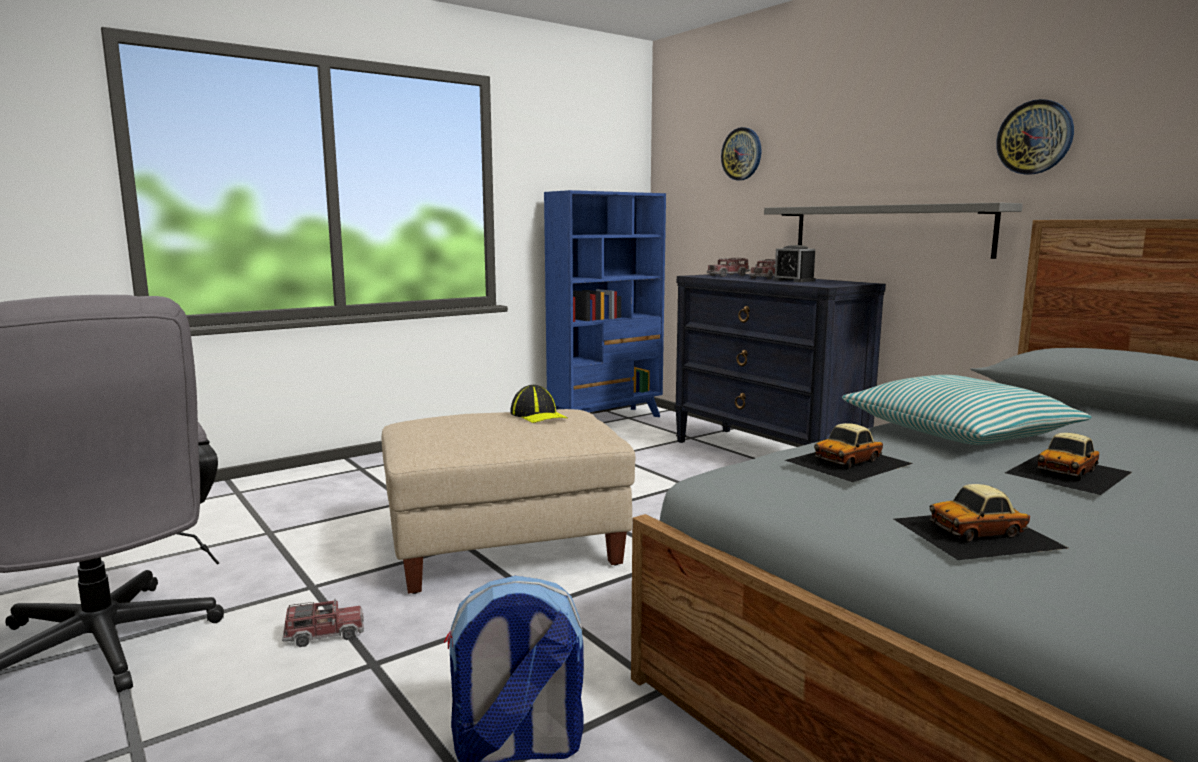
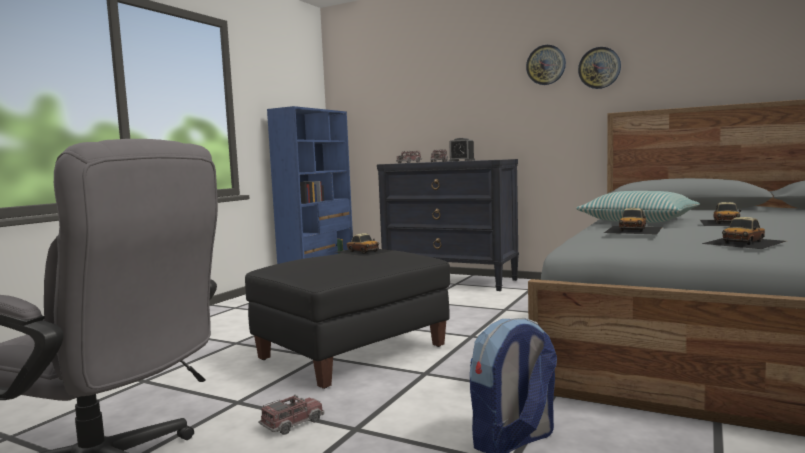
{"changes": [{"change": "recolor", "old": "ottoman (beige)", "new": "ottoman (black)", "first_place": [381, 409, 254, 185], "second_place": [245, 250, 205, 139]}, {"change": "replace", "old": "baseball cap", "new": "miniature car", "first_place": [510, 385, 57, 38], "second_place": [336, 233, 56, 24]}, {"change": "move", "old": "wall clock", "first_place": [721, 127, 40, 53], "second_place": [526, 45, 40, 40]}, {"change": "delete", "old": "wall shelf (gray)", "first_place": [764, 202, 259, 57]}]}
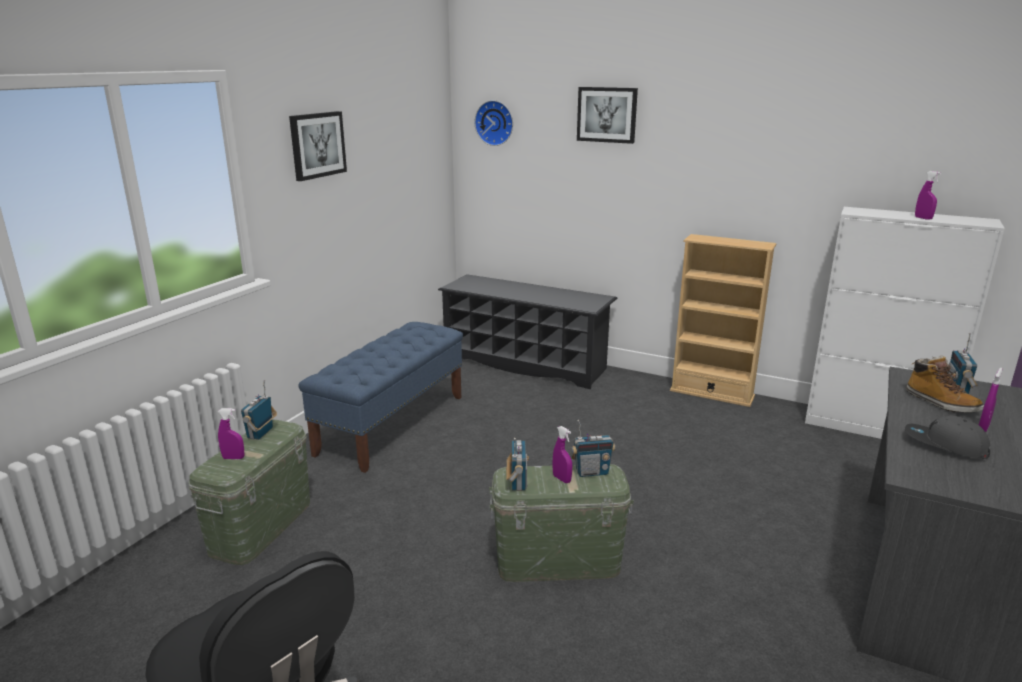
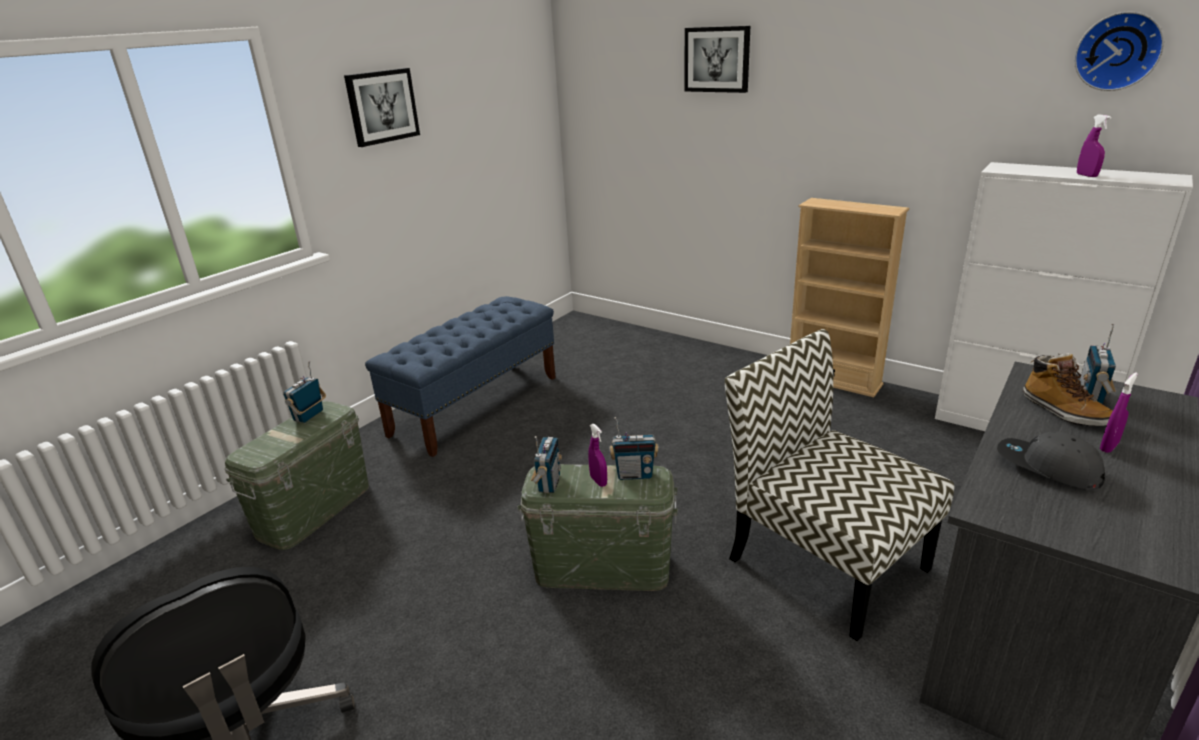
{"changes": [{"change": "delete", "old": "spray bottle (purple-coloured)", "first_place": [218, 408, 26, 51]}, {"change": "delete", "old": "shoe rack (black)", "first_place": [438, 274, 179, 115]}, {"change": "move", "old": "wall clock", "first_place": [474, 100, 39, 46], "second_place": [1074, 11, 90, 80]}, {"change": "insert", "new": "chair", "second_place": [725, 329, 229, 312]}]}
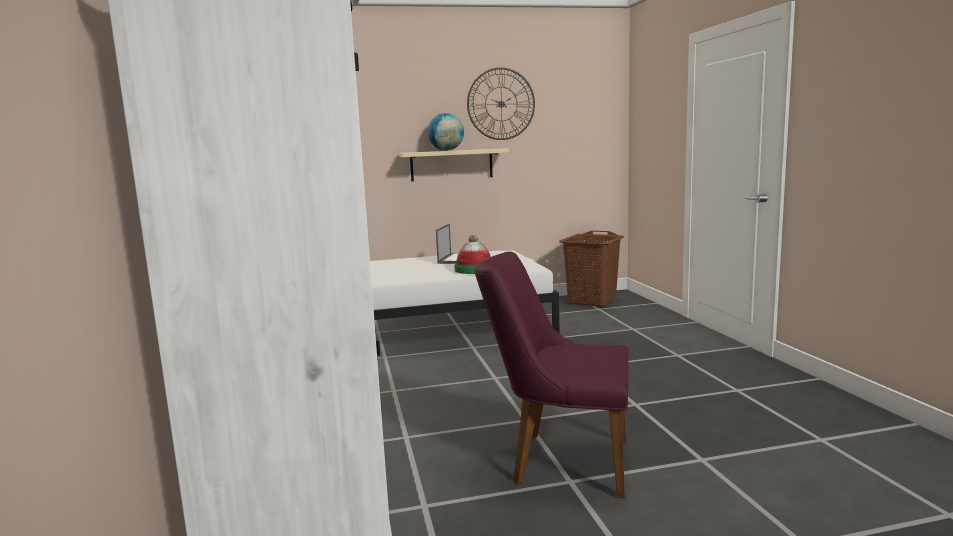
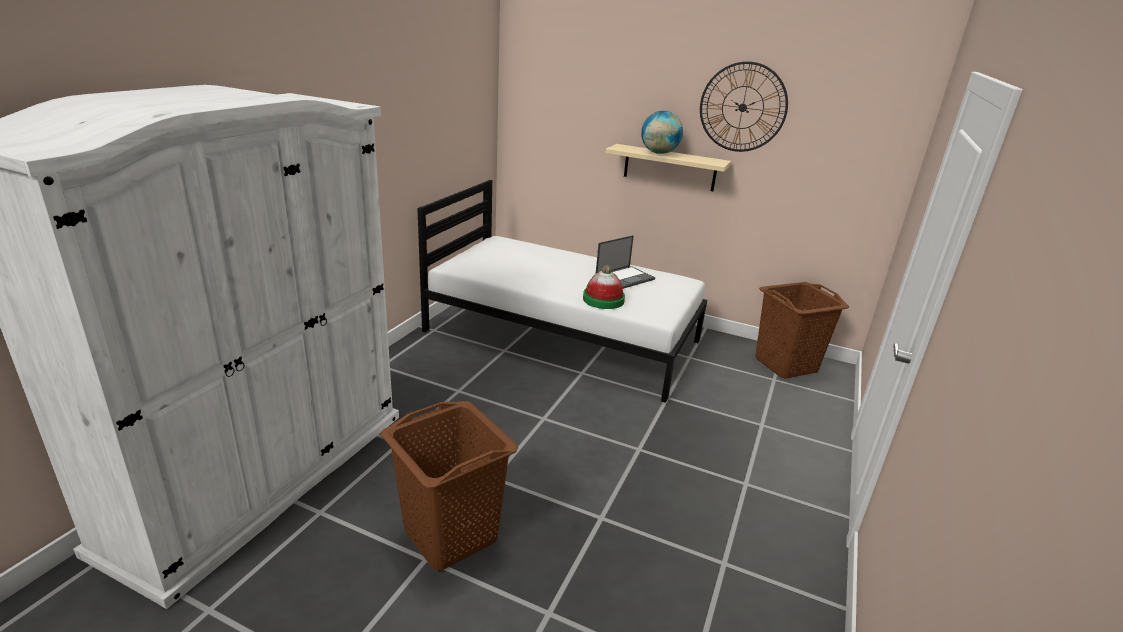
{"changes": [{"change": "replace", "old": "chair (purple-coloured)", "new": "washing basket (brown)", "first_place": [474, 251, 155, 247], "second_place": [381, 401, 137, 170]}]}
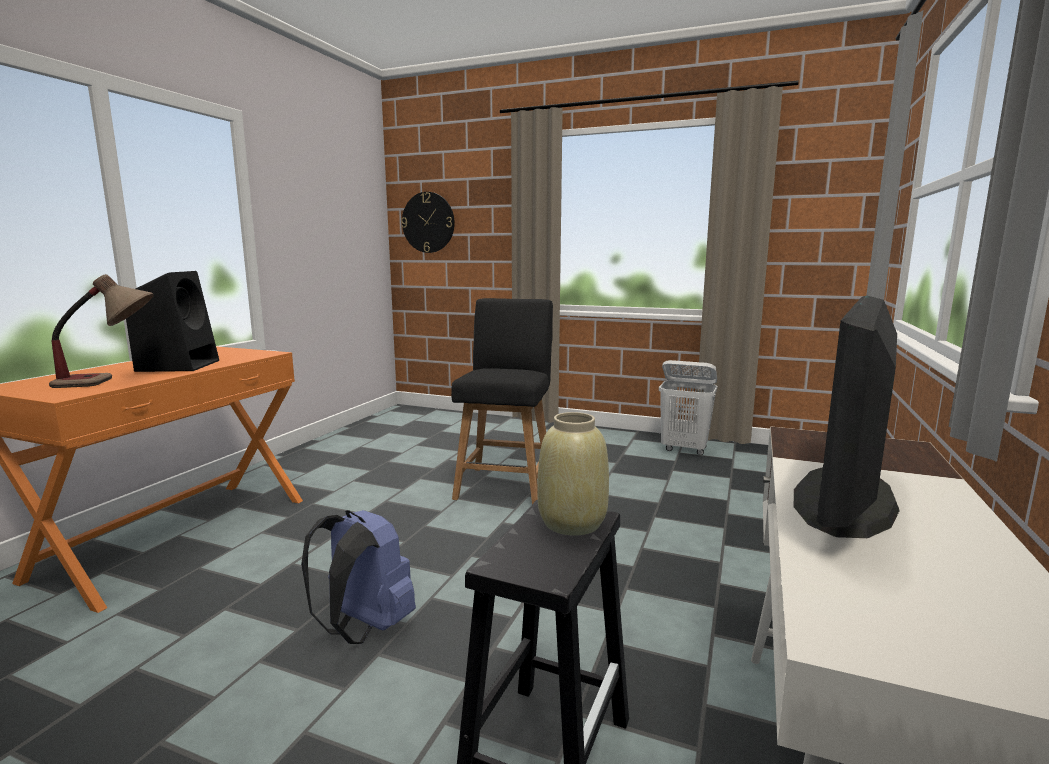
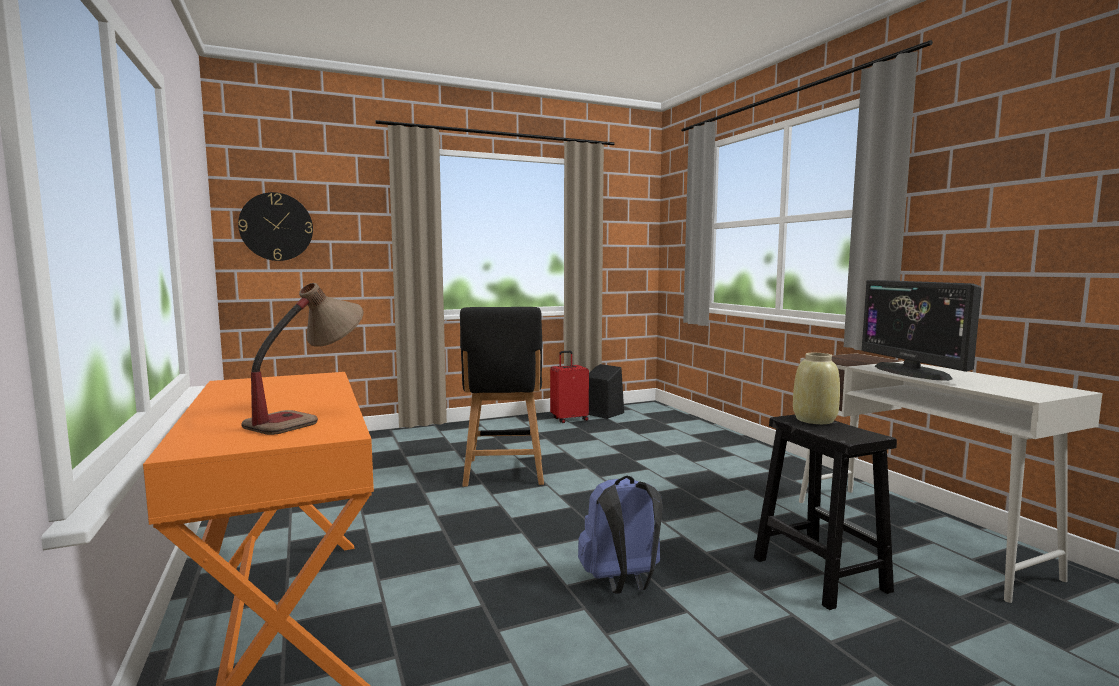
{"changes": [{"change": "move", "old": "speaker (black)", "first_place": [126, 271, 93, 101], "second_place": [588, 364, 36, 55]}, {"change": "rotate", "old": "chair (black)", "first_place": [451, 298, 102, 206], "second_place": [460, 307, 84, 180], "degrees": -150}, {"change": "replace", "old": "washing basket (whitish)", "new": "suitcase (red-coloured)", "first_place": [659, 360, 59, 95], "second_place": [550, 351, 39, 72]}]}
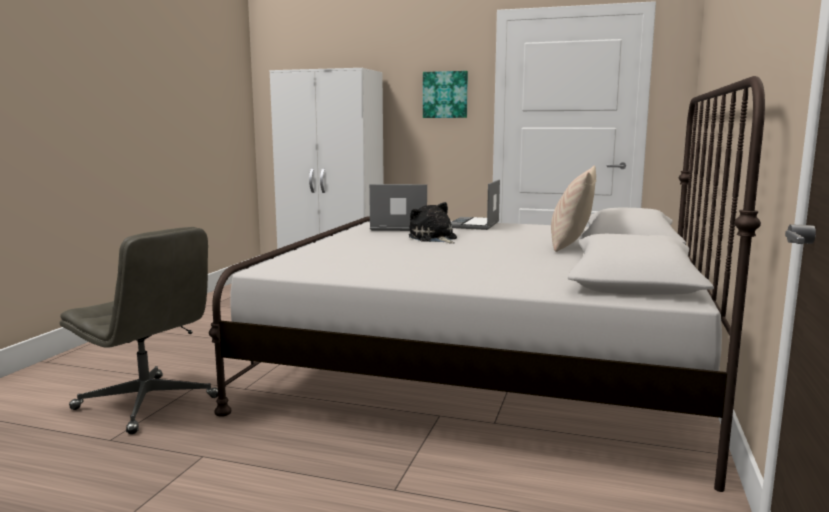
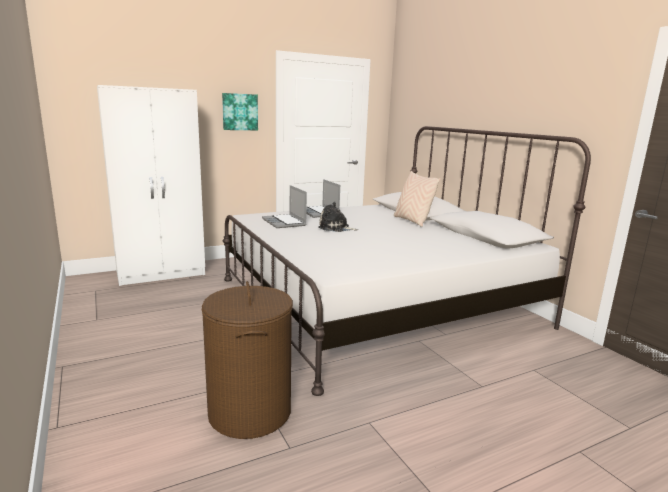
{"changes": [{"change": "replace", "old": "desk chair (gray)", "new": "washing basket (brown)", "first_place": [60, 227, 158, 207], "second_place": [202, 281, 91, 158]}, {"change": "rotate", "old": "portable computer", "first_place": [369, 184, 58, 47], "second_place": [262, 185, 45, 43], "degrees": -75}]}
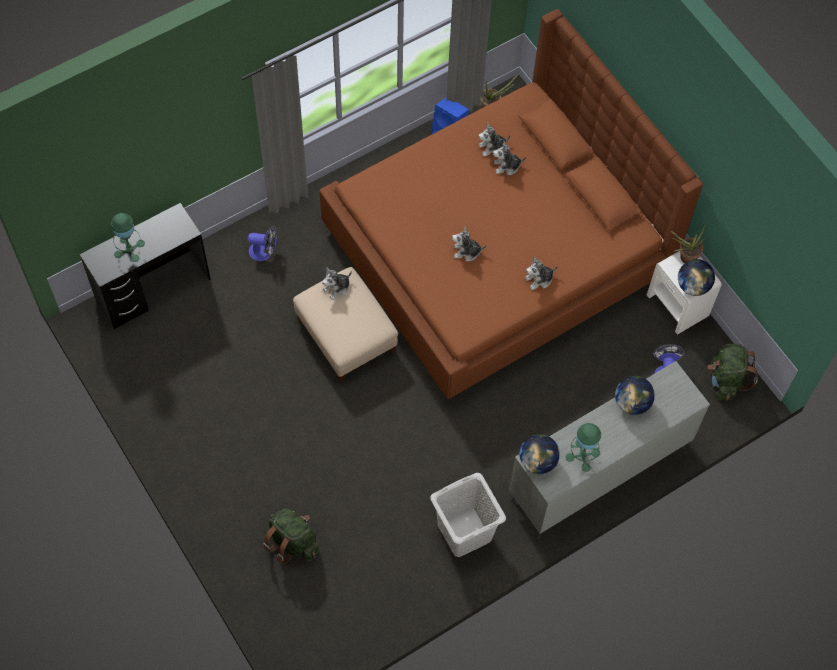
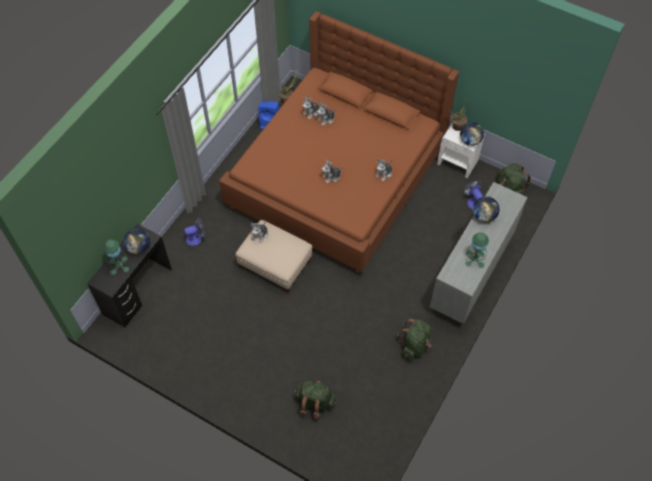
{"changes": [{"change": "replace", "old": "washing basket (gray)", "new": "backpack (green)", "first_place": [430, 473, 76, 84], "second_place": [396, 318, 36, 43]}, {"change": "move", "old": "world globe", "first_place": [520, 434, 40, 40], "second_place": [123, 228, 27, 27]}]}
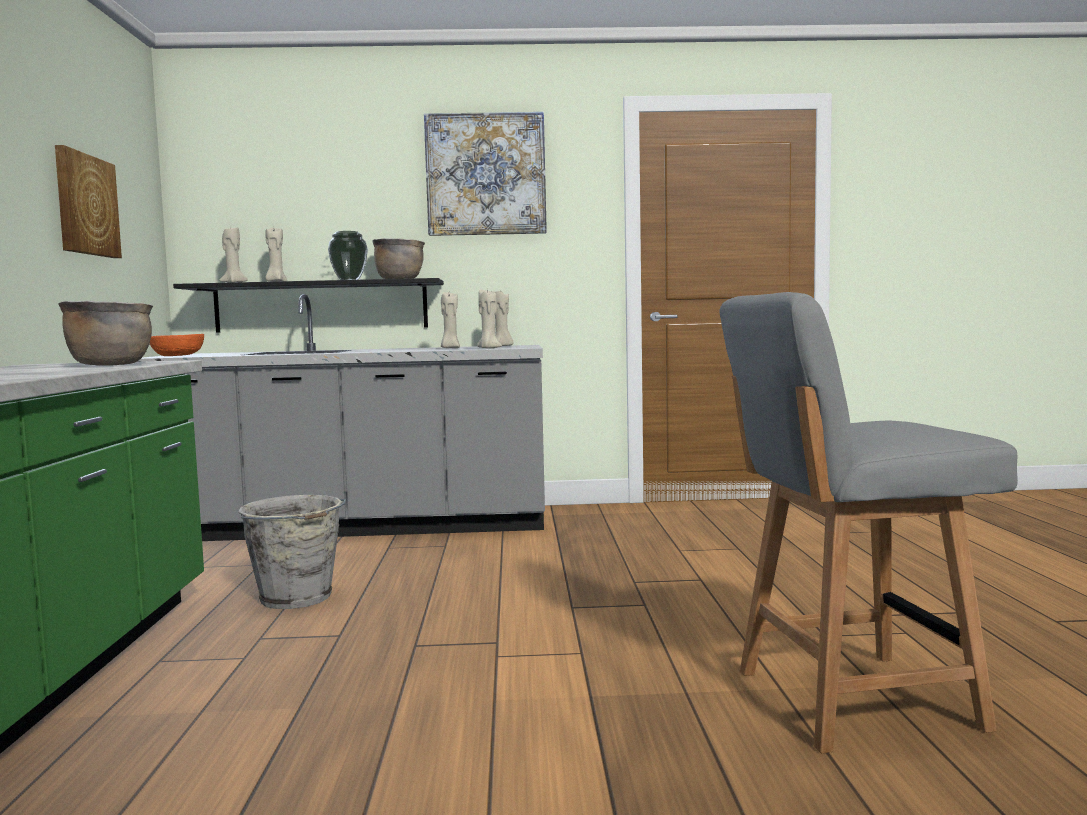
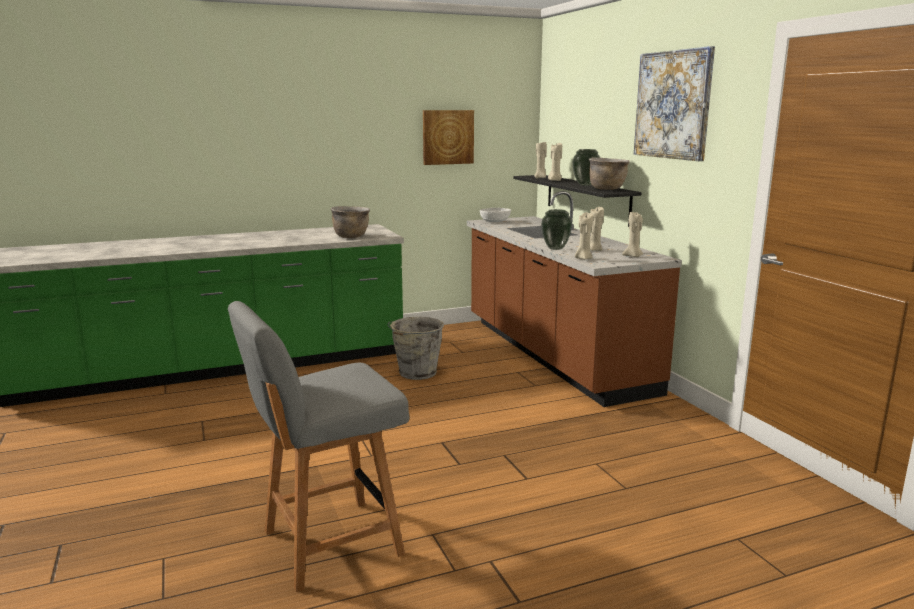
{"changes": [{"change": "recolor", "old": "kitchen counter (gray)", "new": "kitchen counter (brown)", "first_place": [137, 294, 408, 247], "second_place": [467, 191, 215, 216]}, {"change": "recolor", "old": "bowl (orange-coloured)", "new": "bowl (whitish)", "first_place": [150, 334, 54, 22], "second_place": [480, 208, 31, 14]}, {"change": "rotate", "old": "chair (gray)", "first_place": [719, 292, 299, 461], "second_place": [228, 301, 181, 291], "degrees": -90}, {"change": "insert", "new": "flower vase", "second_place": [541, 209, 31, 41]}]}
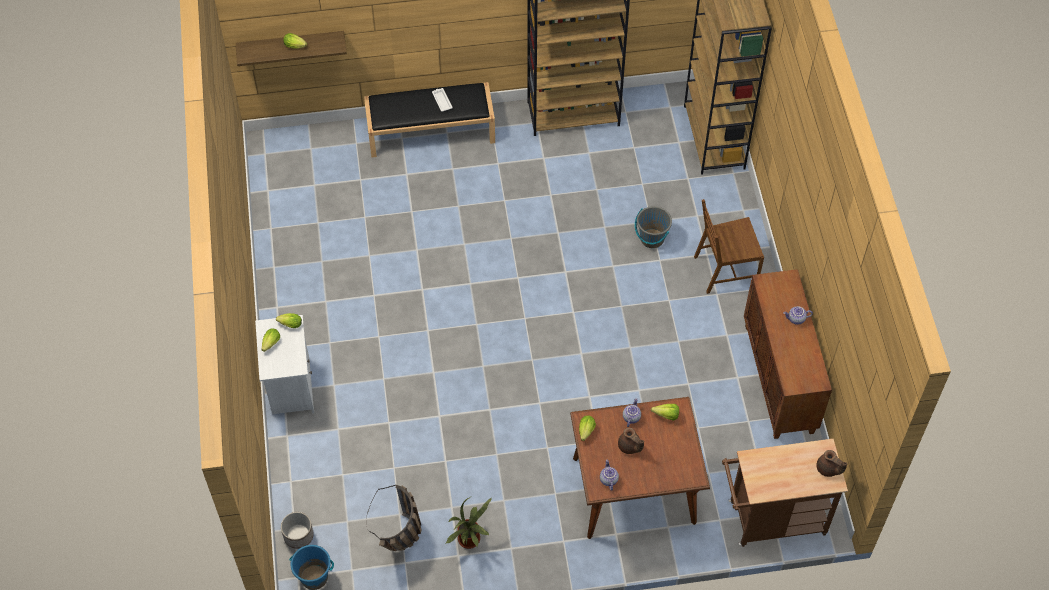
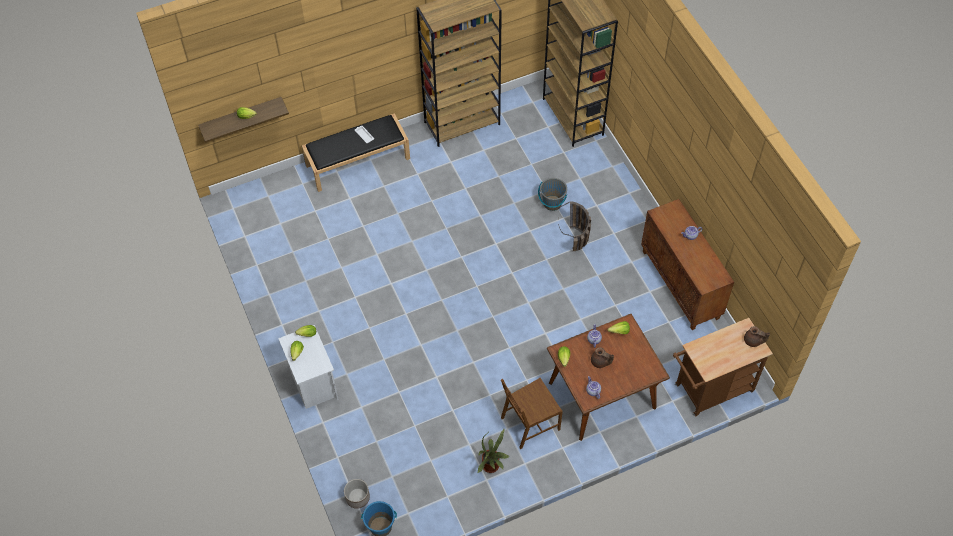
{"changes": [{"change": "move", "old": "storage basket", "first_place": [366, 485, 56, 66], "second_place": [558, 202, 33, 49]}, {"change": "move", "old": "chair (brown)", "first_place": [694, 199, 70, 95], "second_place": [501, 378, 62, 71]}]}
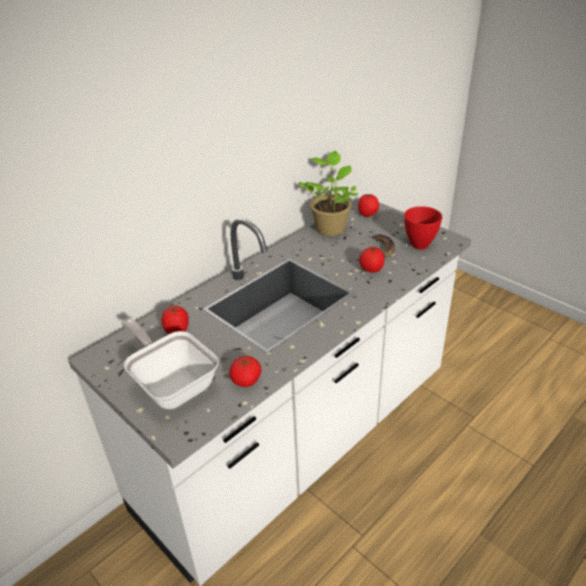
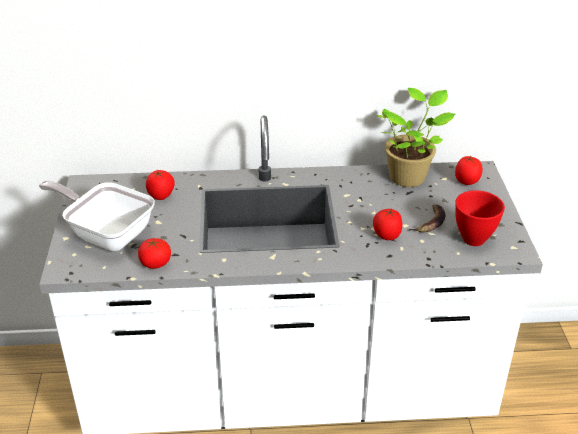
{"changes": [{"change": "rotate", "old": "skillet", "first_place": [121, 318, 98, 92], "second_place": [39, 181, 116, 70], "degrees": -60}]}
